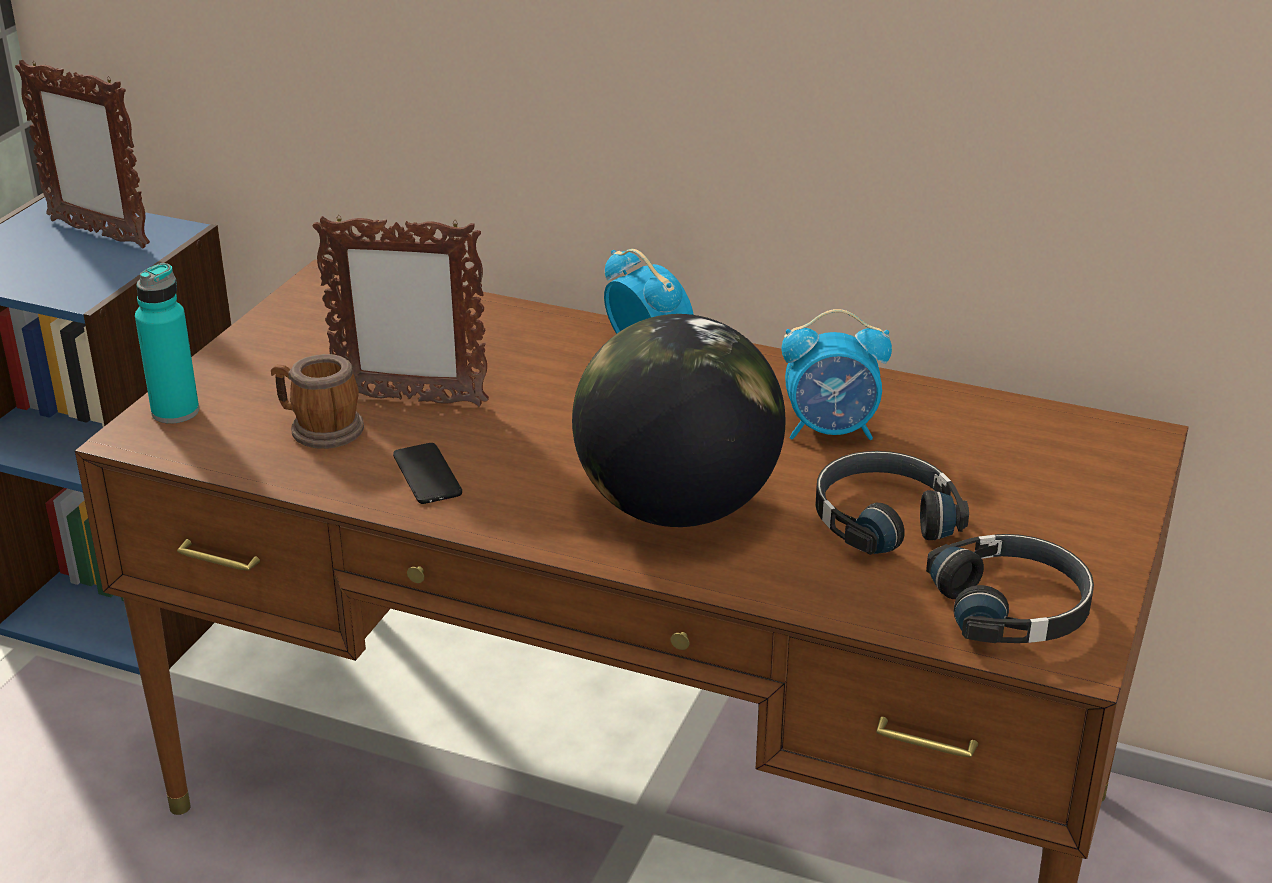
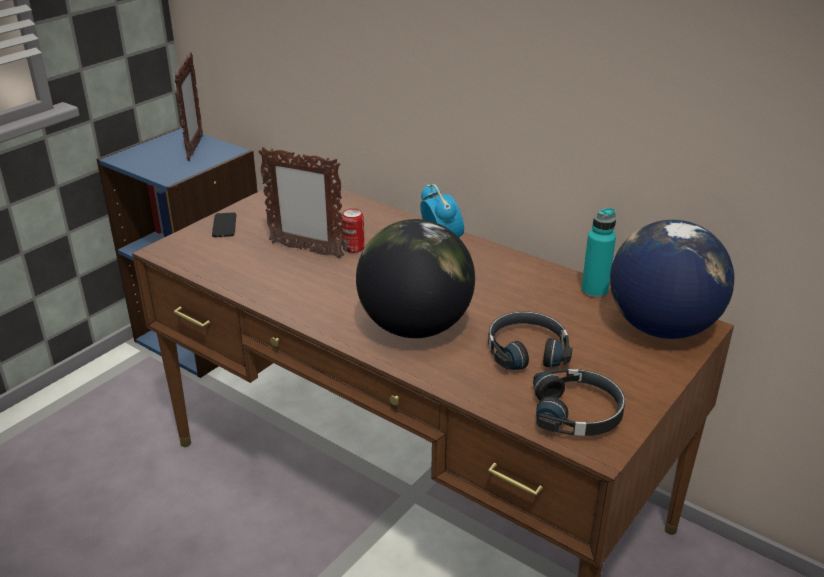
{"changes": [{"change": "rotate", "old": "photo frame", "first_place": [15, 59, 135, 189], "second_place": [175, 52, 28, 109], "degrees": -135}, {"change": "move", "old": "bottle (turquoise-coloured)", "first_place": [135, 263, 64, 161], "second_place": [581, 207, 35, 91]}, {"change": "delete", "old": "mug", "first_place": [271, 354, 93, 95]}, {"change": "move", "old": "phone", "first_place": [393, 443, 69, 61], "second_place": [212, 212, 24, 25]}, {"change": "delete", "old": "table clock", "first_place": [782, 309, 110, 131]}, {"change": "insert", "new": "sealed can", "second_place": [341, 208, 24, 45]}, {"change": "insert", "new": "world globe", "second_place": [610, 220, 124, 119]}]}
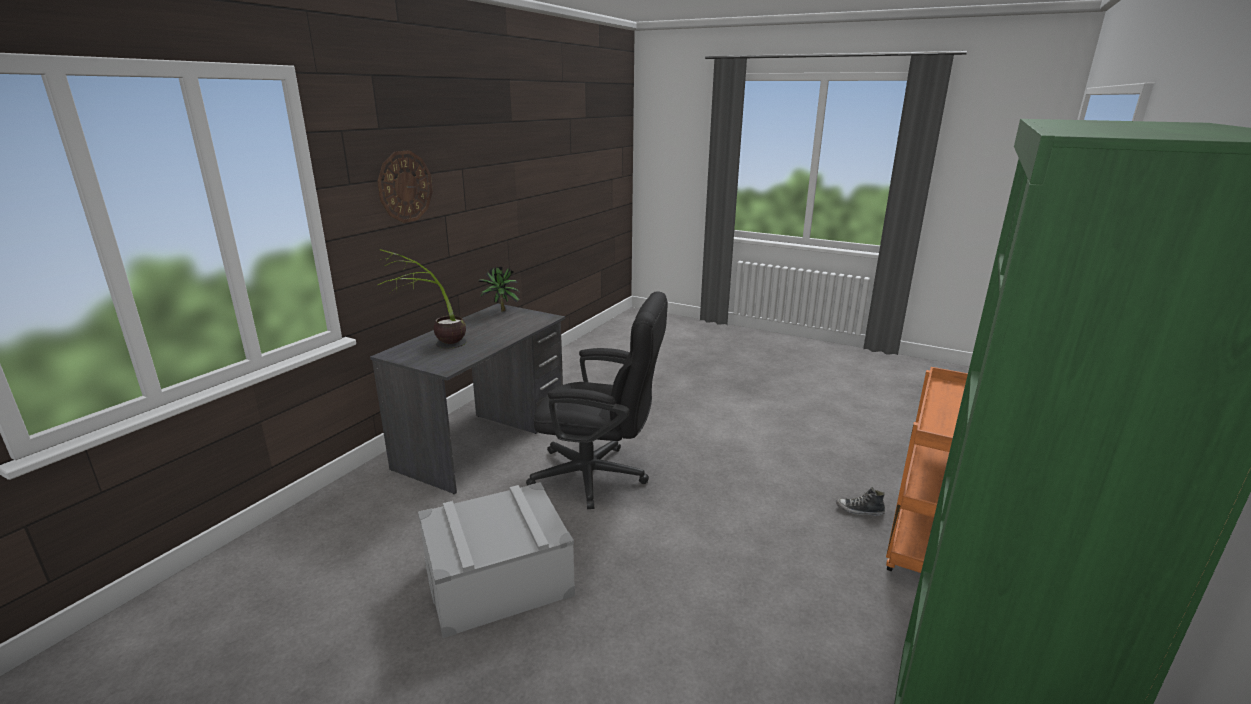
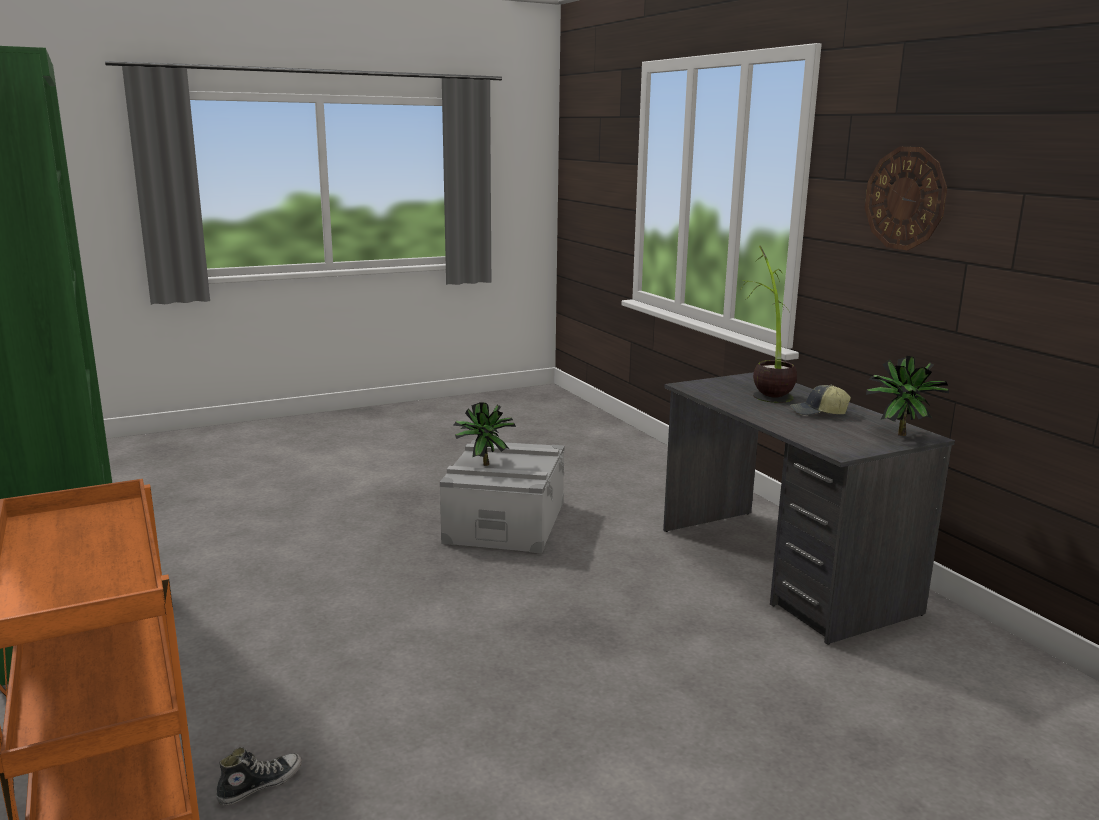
{"changes": [{"change": "delete", "old": "desk chair (black)", "first_place": [526, 291, 142, 218]}, {"change": "insert", "new": "potted plant", "second_place": [453, 402, 63, 64]}, {"change": "insert", "new": "baseball cap", "second_place": [790, 385, 61, 30]}]}
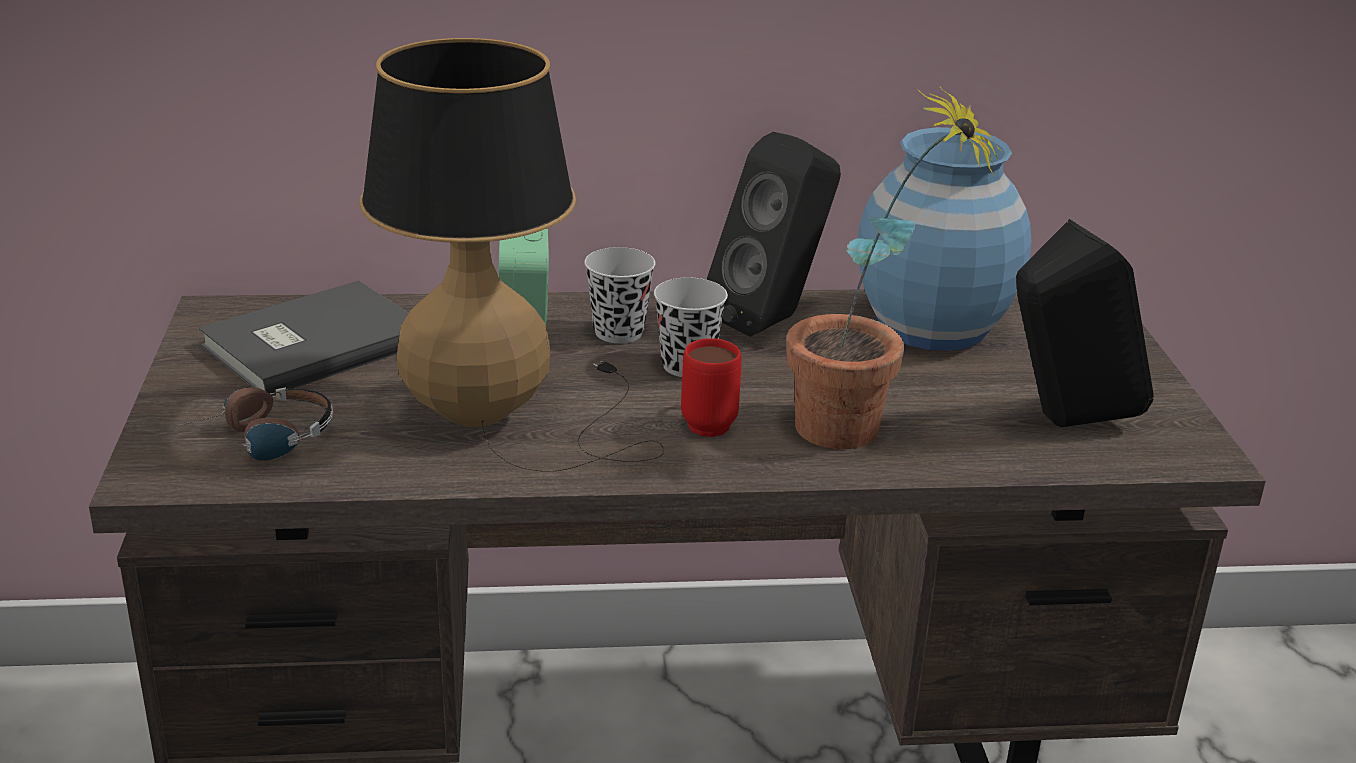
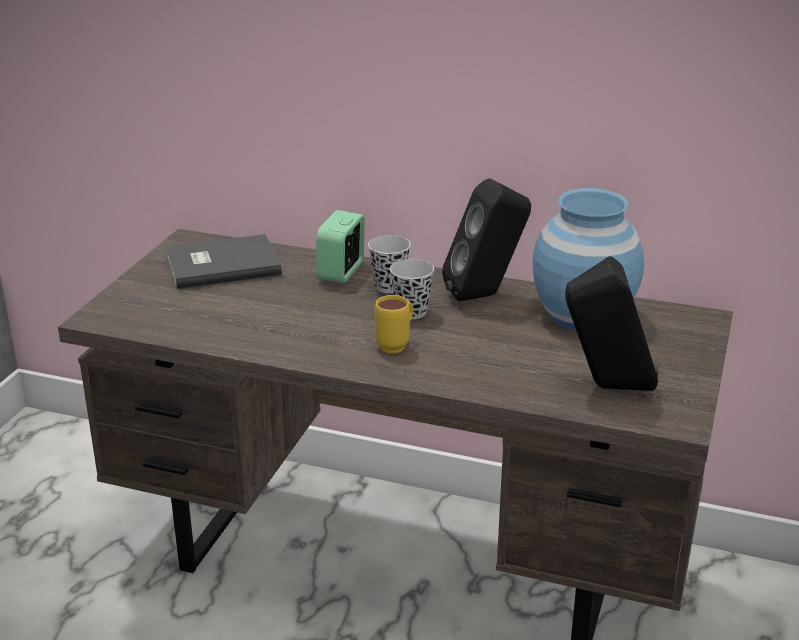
{"changes": [{"change": "delete", "old": "headset", "first_place": [177, 387, 156, 74]}, {"change": "delete", "old": "tabletop lamp", "first_place": [359, 38, 305, 434]}, {"change": "recolor", "old": "mug (red-coloured)", "new": "mug (yellow)", "first_place": [681, 338, 61, 99], "second_place": [375, 295, 38, 59]}, {"change": "delete", "old": "potted plant", "first_place": [786, 86, 215, 363]}]}
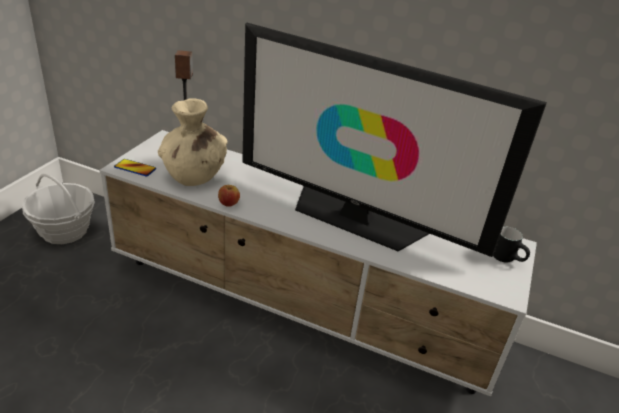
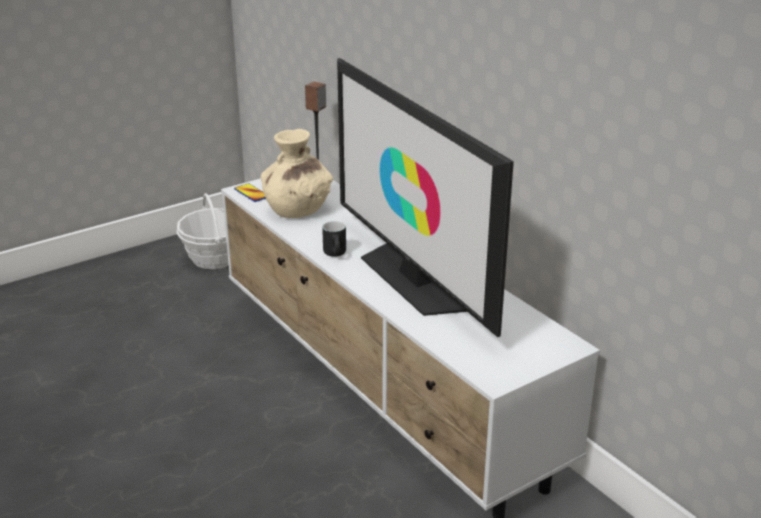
{"changes": [{"change": "delete", "old": "apple fruit", "first_place": [218, 185, 22, 22]}, {"change": "move", "old": "mug (black)", "first_place": [493, 227, 37, 35], "second_place": [322, 221, 24, 36]}]}
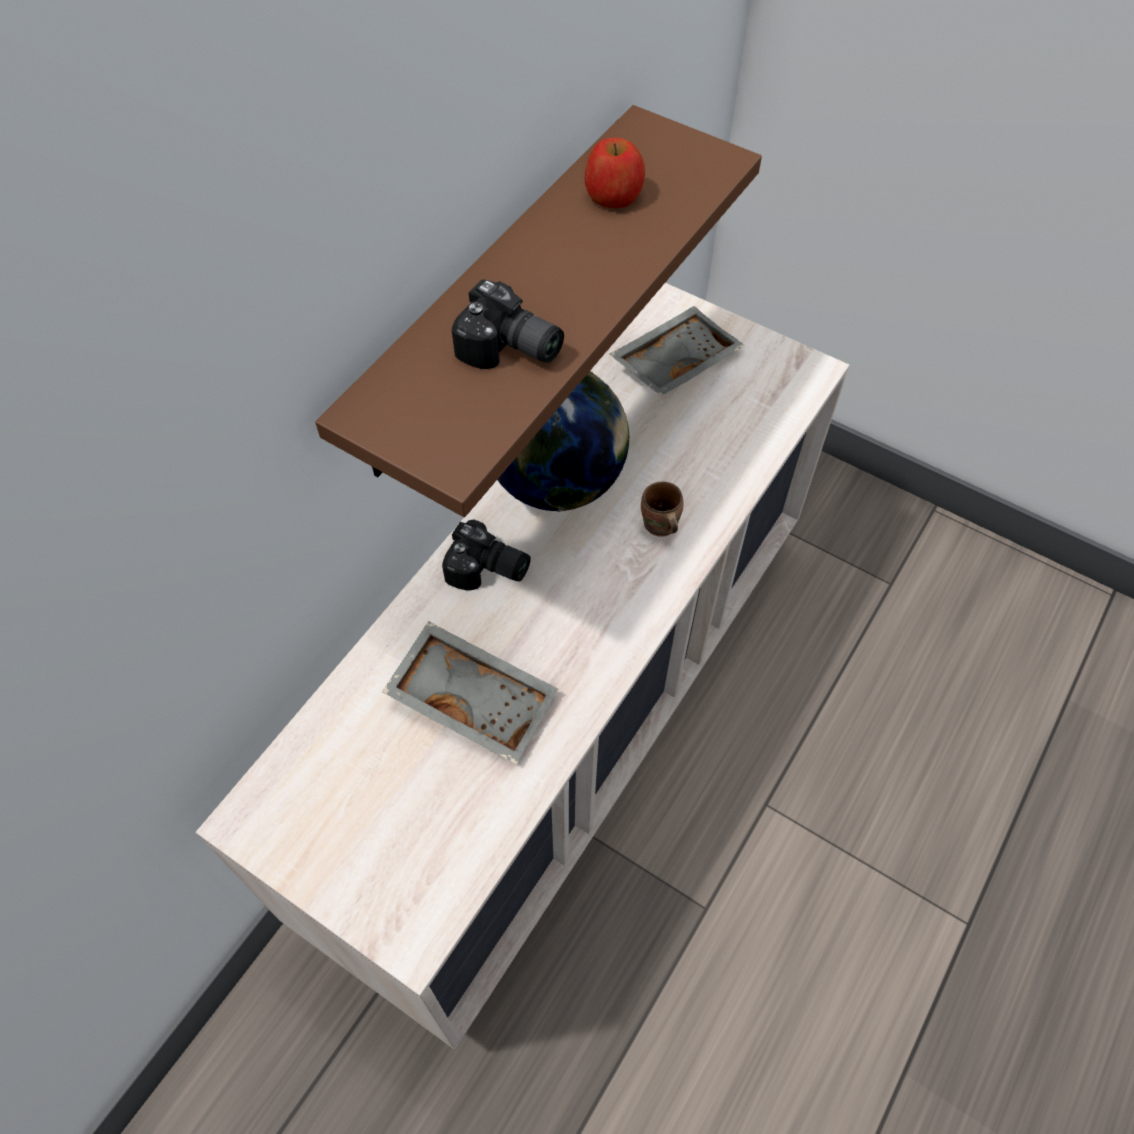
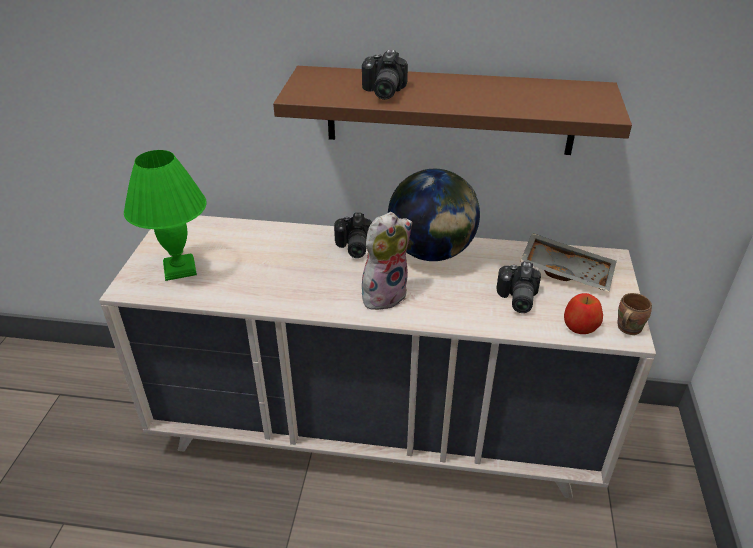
{"changes": [{"change": "delete", "old": "tray (gray)", "first_place": [382, 621, 176, 143]}, {"change": "move", "old": "apple fruit", "first_place": [585, 138, 60, 70], "second_place": [564, 293, 39, 41]}, {"change": "move", "old": "mug (brown)", "first_place": [641, 482, 43, 55], "second_place": [618, 293, 34, 42]}, {"change": "insert", "new": "tabletop lamp (green)", "second_place": [124, 150, 83, 131]}, {"change": "insert", "new": "cuddly toy", "second_place": [360, 212, 52, 98]}, {"change": "insert", "new": "photo camera", "second_place": [496, 262, 45, 51]}]}
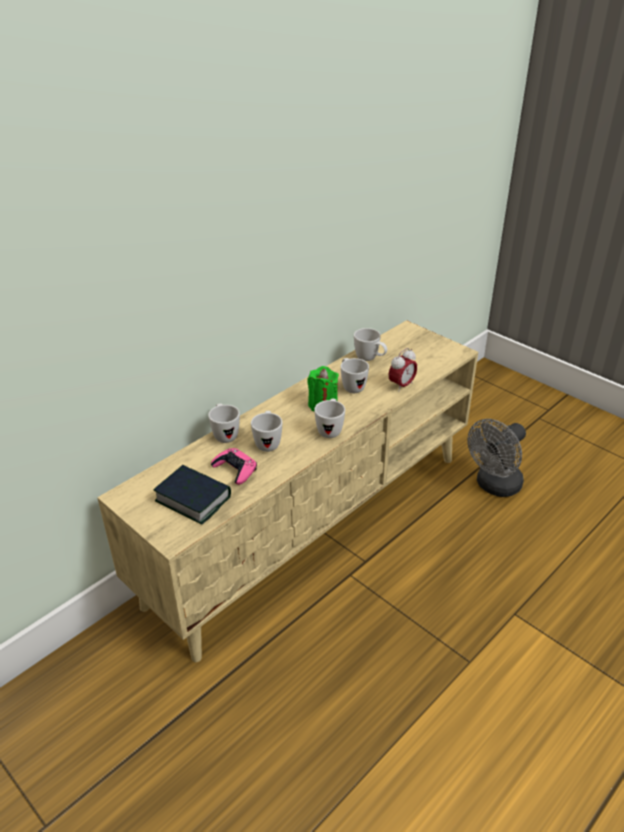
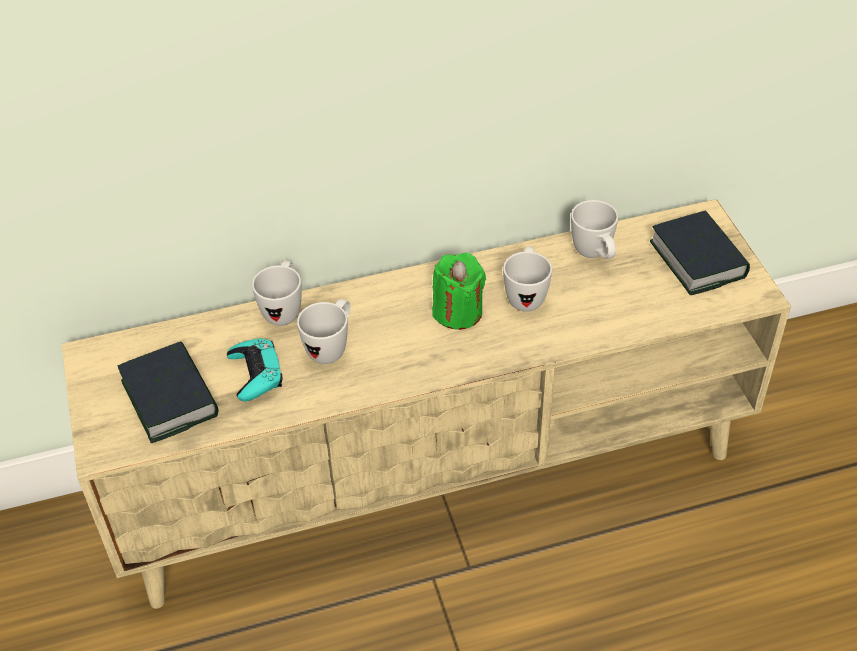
{"changes": [{"change": "recolor", "old": "game controller (pinkish)", "new": "game controller (turquoise-coloured)", "first_place": [211, 448, 46, 37], "second_place": [227, 338, 55, 63]}, {"change": "delete", "old": "mug (whitish)", "first_place": [314, 399, 31, 39]}, {"change": "delete", "old": "table clock", "first_place": [388, 348, 29, 44]}, {"change": "delete", "old": "fan (gray)", "first_place": [467, 419, 59, 78]}, {"change": "insert", "new": "volume", "second_place": [650, 210, 100, 85]}]}
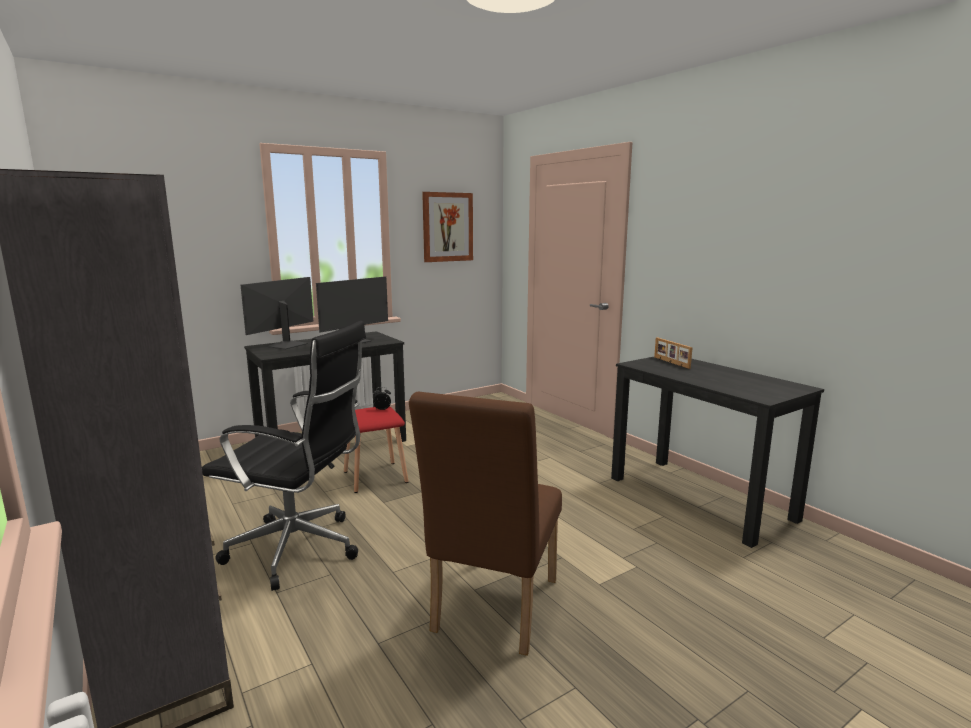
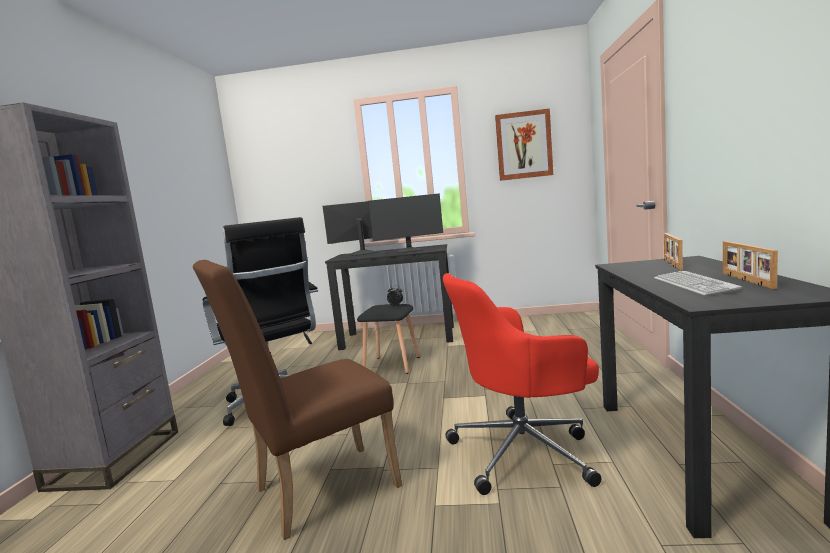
{"changes": [{"change": "recolor", "old": "stool (red-coloured)", "new": "stool (black)", "first_place": [344, 407, 65, 86], "second_place": [357, 304, 63, 70]}, {"change": "insert", "new": "desk chair (red-coloured)", "second_place": [443, 273, 158, 222]}, {"change": "insert", "new": "PC keyboard", "second_place": [654, 271, 88, 25]}, {"change": "insert", "new": "photo frame", "second_place": [723, 241, 55, 48]}]}
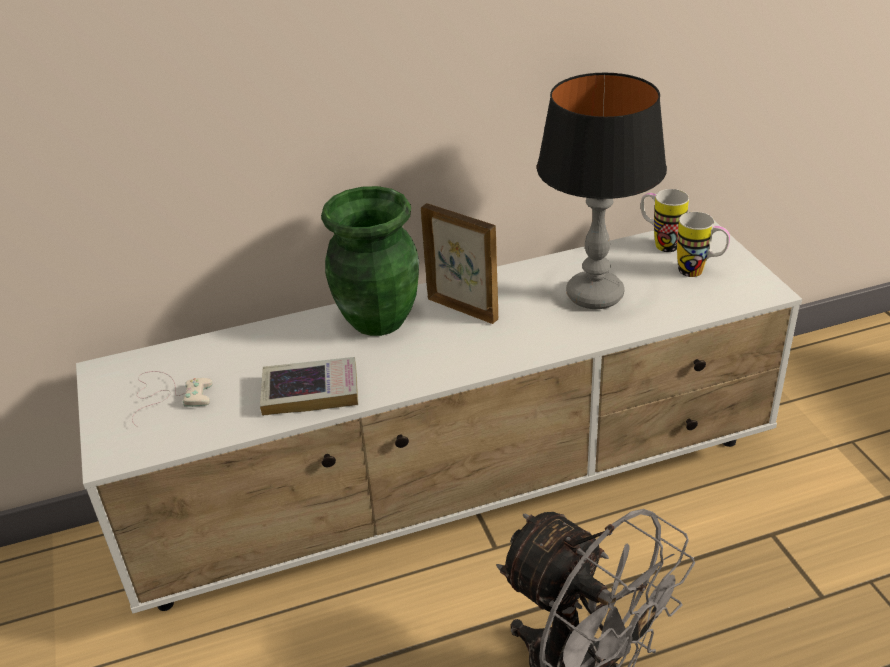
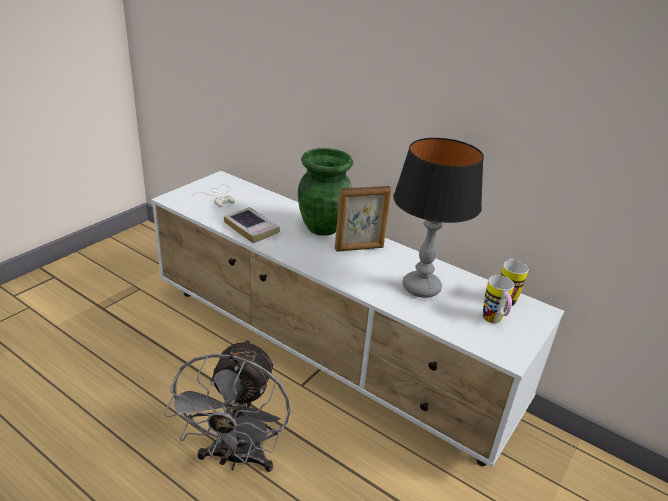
{"changes": [{"change": "rotate", "old": "photo frame", "first_place": [421, 203, 77, 121], "second_place": [335, 186, 56, 66], "degrees": 75}]}
